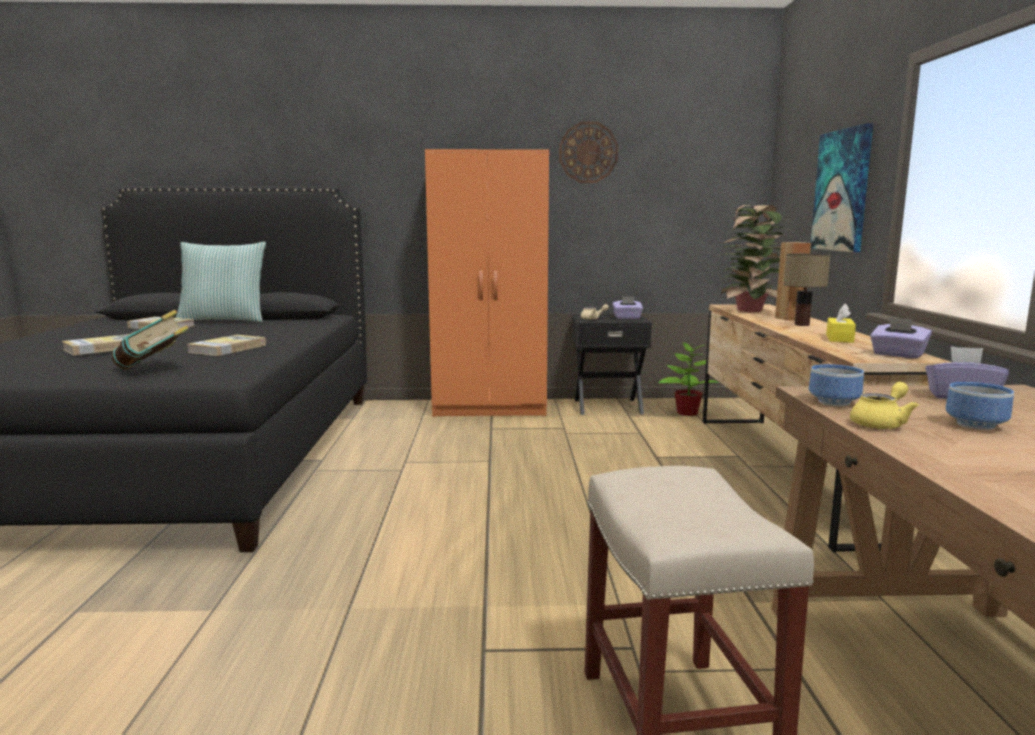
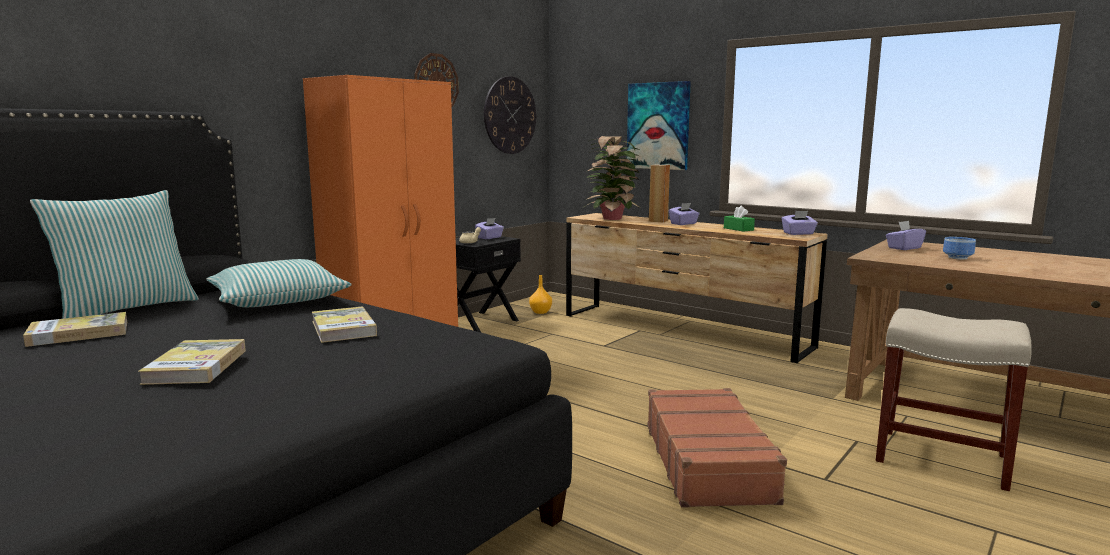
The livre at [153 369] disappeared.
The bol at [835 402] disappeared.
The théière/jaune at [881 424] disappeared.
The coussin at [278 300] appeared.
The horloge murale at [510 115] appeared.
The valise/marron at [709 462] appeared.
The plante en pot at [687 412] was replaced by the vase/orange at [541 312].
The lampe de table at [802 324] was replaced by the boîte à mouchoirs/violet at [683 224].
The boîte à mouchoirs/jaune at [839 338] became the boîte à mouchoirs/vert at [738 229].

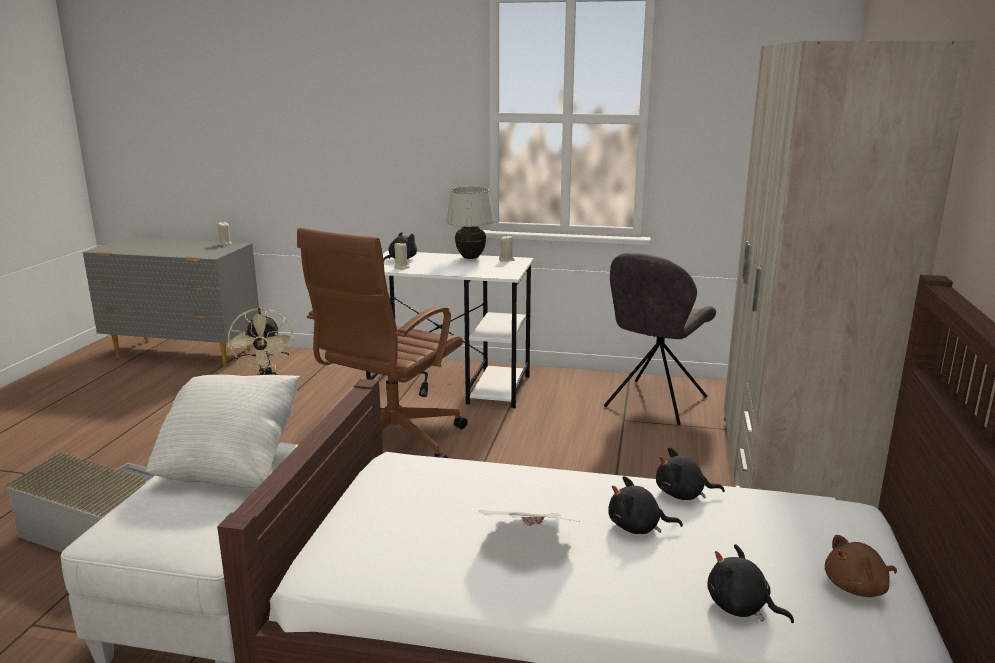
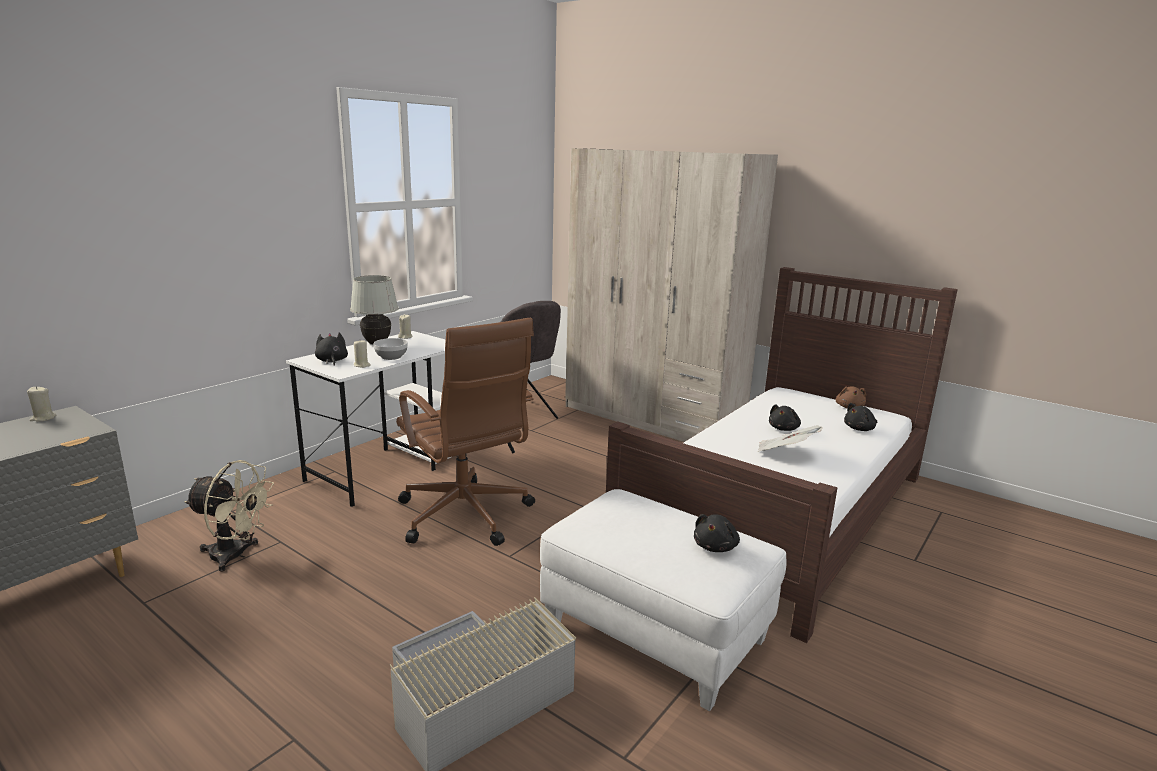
The coussin/blanc at [231 467] disappeared.
The bol at [391 357] appeared.
The peluche/noir moved from [683 494] to [716 547].

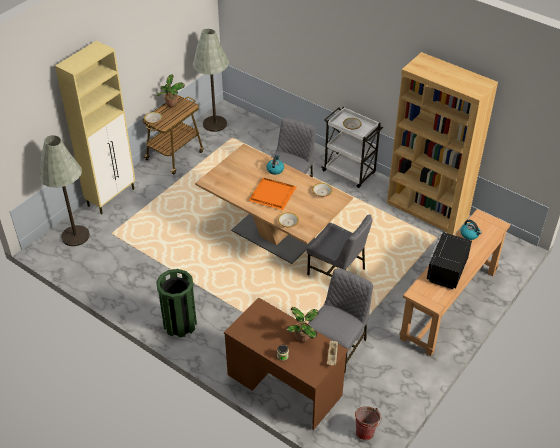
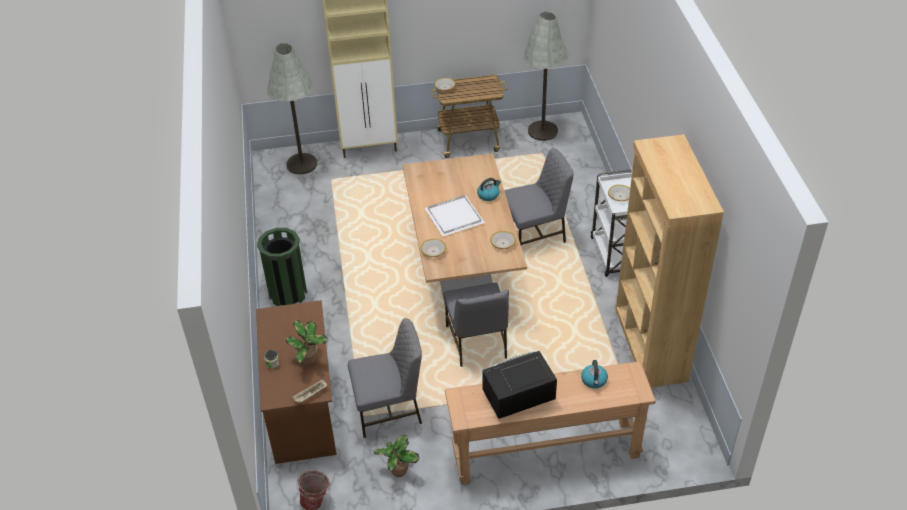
The plante en pot moved from [171 105] to [398 471].
The plateau/orange at [271 195] became the plateau/blanc at [453 216].

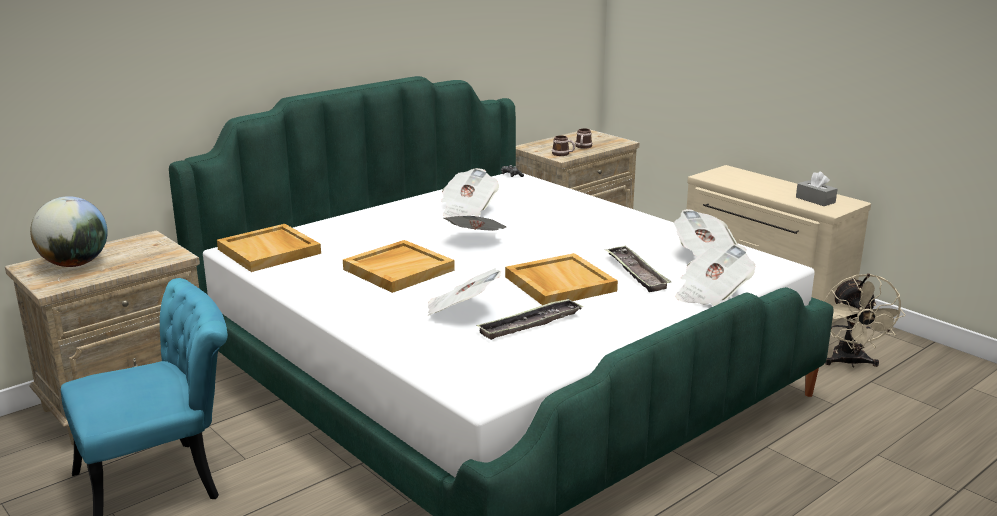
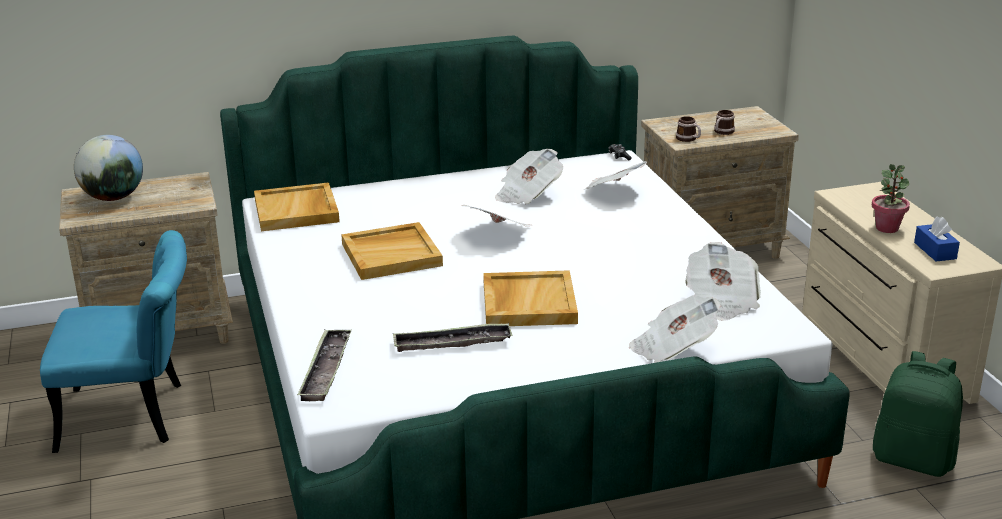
The plante en pot at [887 228] appeared.
The journal moved from [461 311] to [614 191].
The plateau moved from [636 273] to [326 370].
The ventilateur/beige at [850 363] was replaced by the sac à dos/vert at [913 459].
The boîte à mouchoirs/gris at [815 200] became the boîte à mouchoirs/bleu at [935 251].

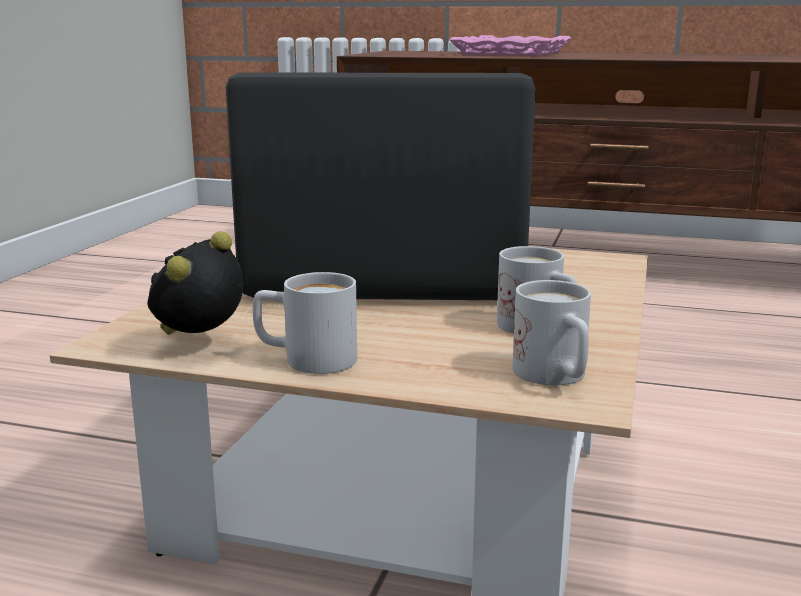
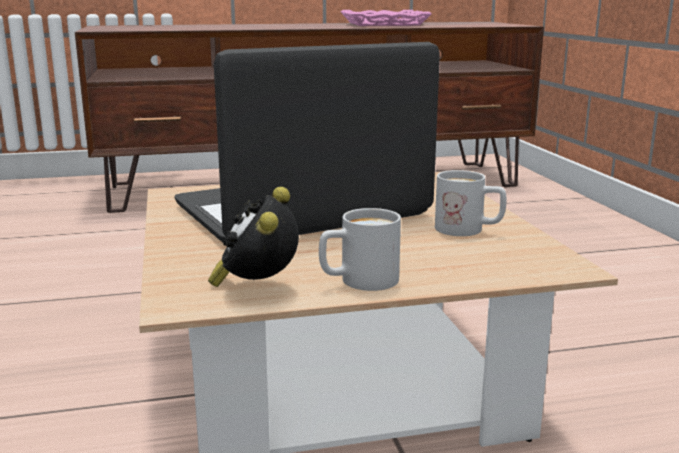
The mug/blanc at [556 378] disappeared.
The plateau/rose moved from [510 53] to [382 24].

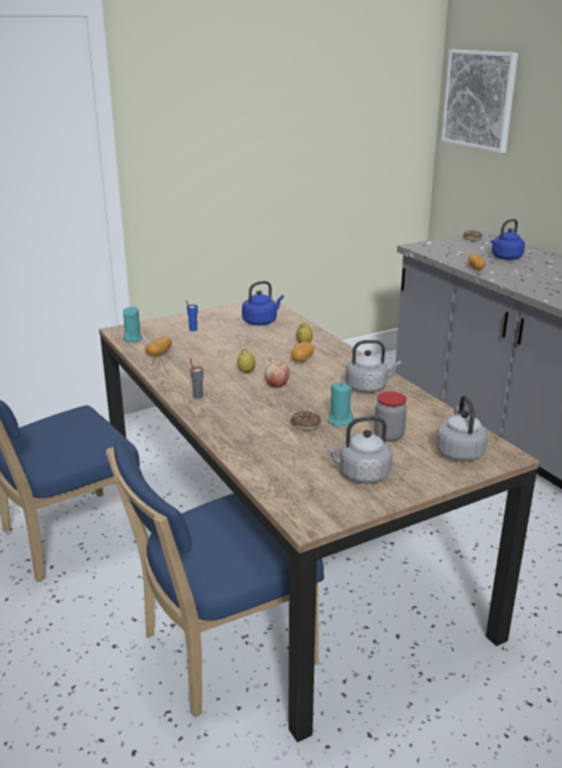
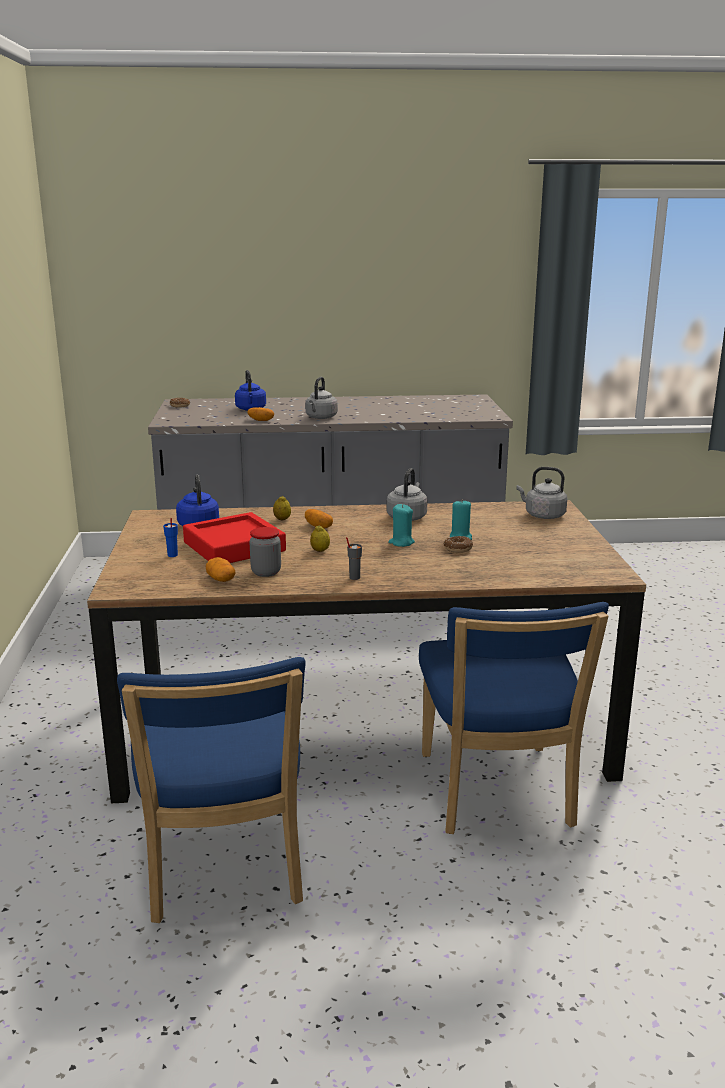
The pomme at [277 385] disappeared.
The tableau at [479 100] disappeared.
The plateau/rouge at [234 546] appeared.
The bougie/turquoise moved from [132 338] to [401 543].
The bouilloire/gris moved from [361 475] to [320 417].
The bocal moved from [389 436] to [266 572].

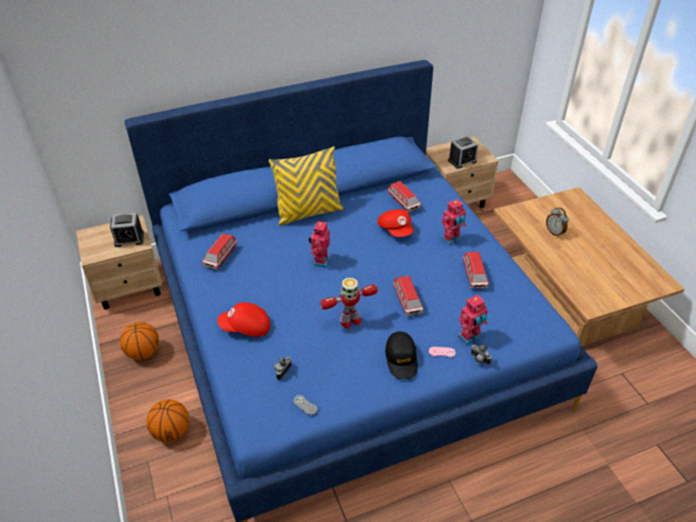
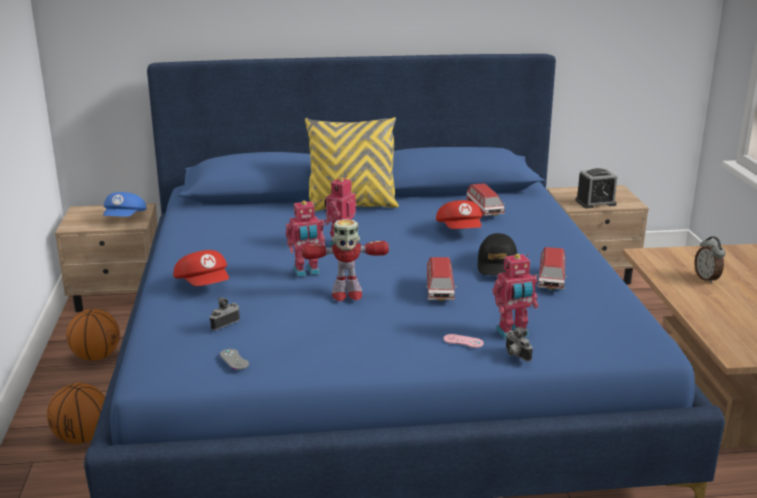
The petite voiture at [220 257] disappeared.
The casquette/noir moved from [401 359] to [497 265].
The robot jouet moved from [451 239] to [306 272].
The réveil at [129 239] was replaced by the casquette/bleu at [125 219].
The casquette/rouge at [246 328] turned 135 degrees counterclockwise.

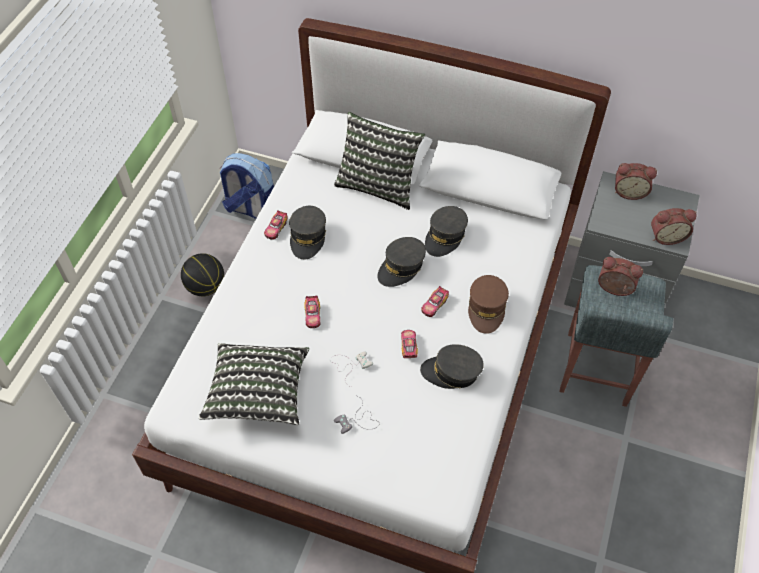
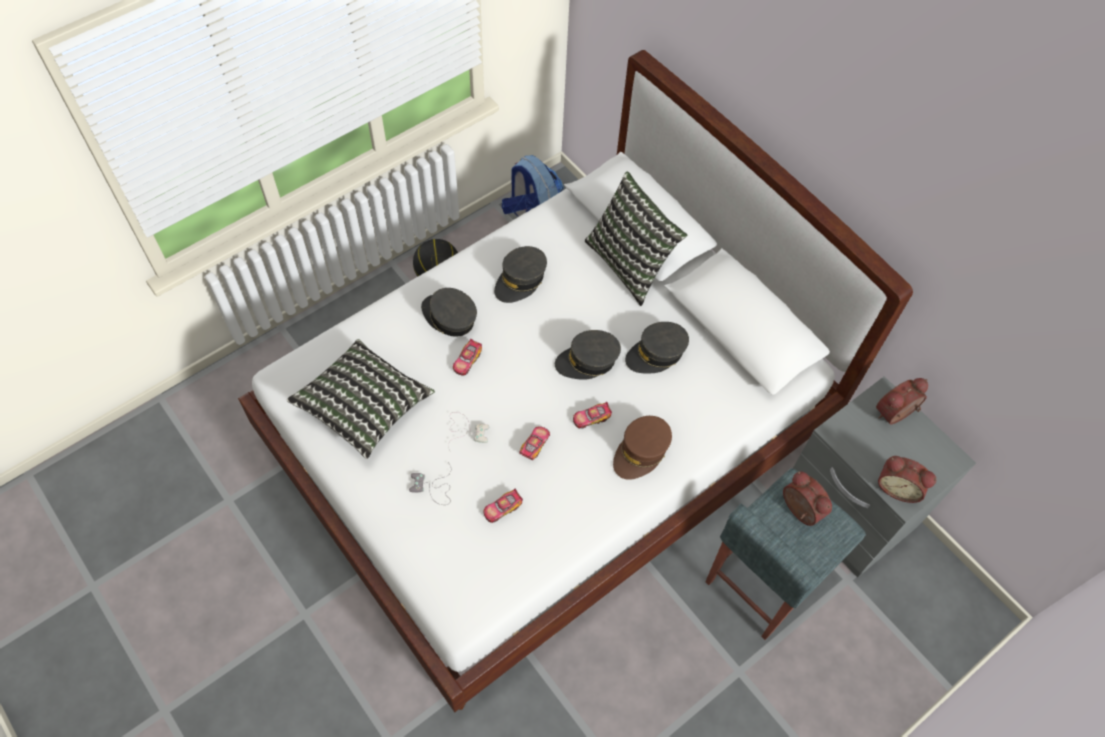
The petite voiture moved from [276 228] to [502 508].
The casquette/gris moved from [452 372] to [449 317].
The réveil at [629 191] turned 105 degrees clockwise.

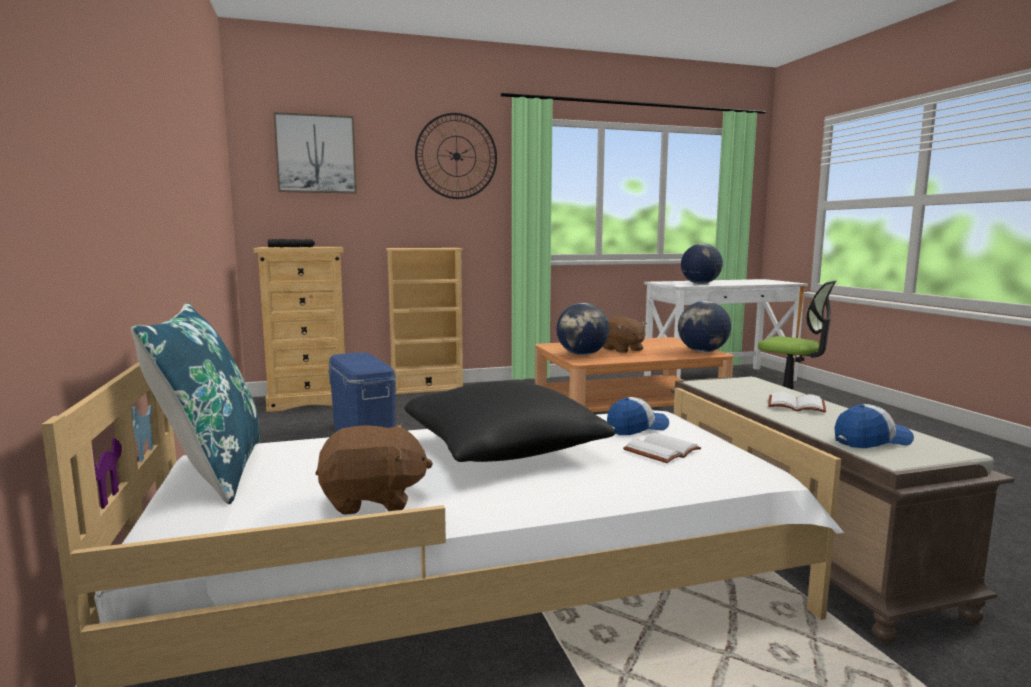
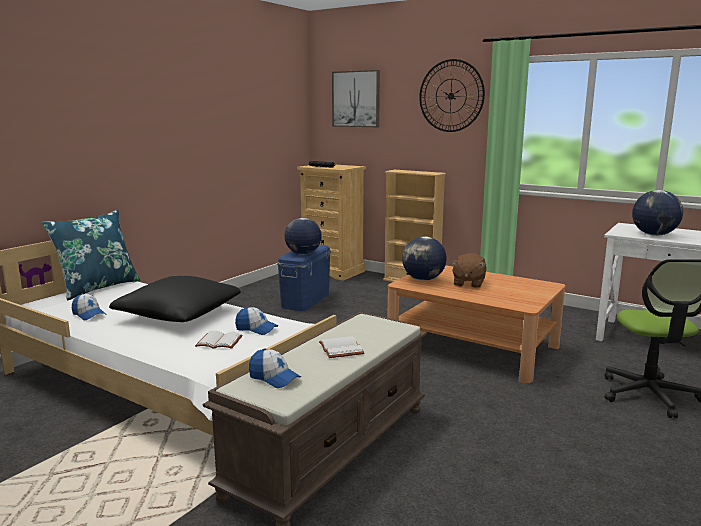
The globe moved from [703 351] to [303 254].
The peluche/marron at [373 500] was replaced by the casquette at [89 314].

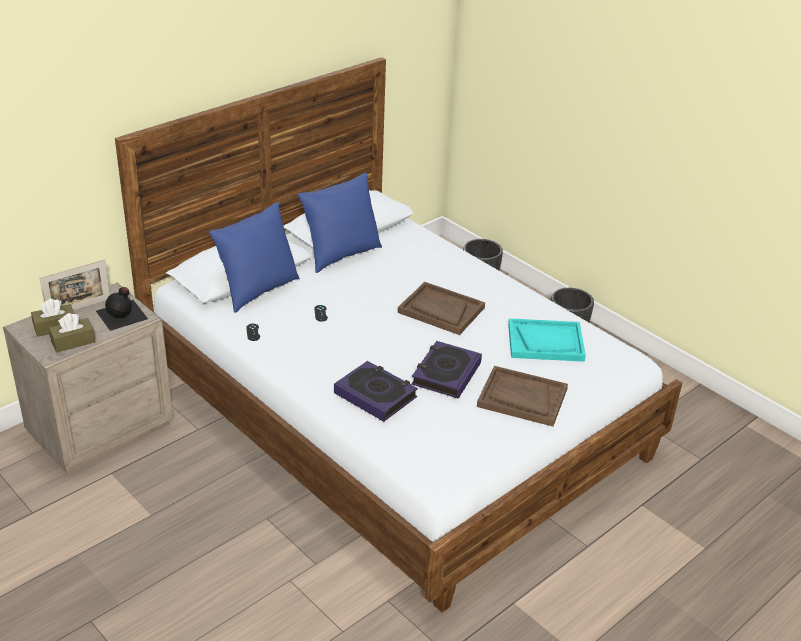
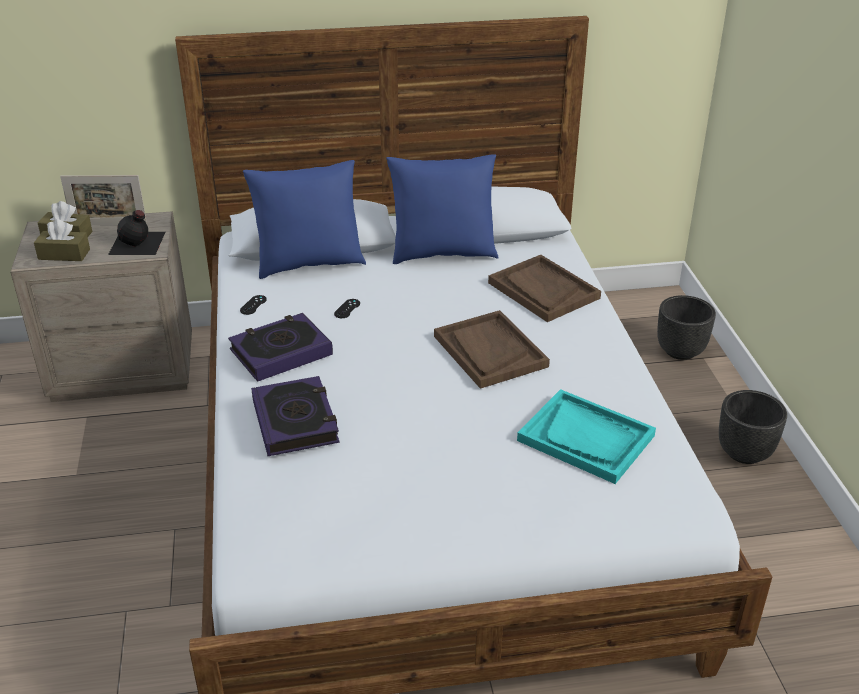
The livre moved from [446 374] to [281 352].
The plateau/marron moved from [522 398] to [543 290].

